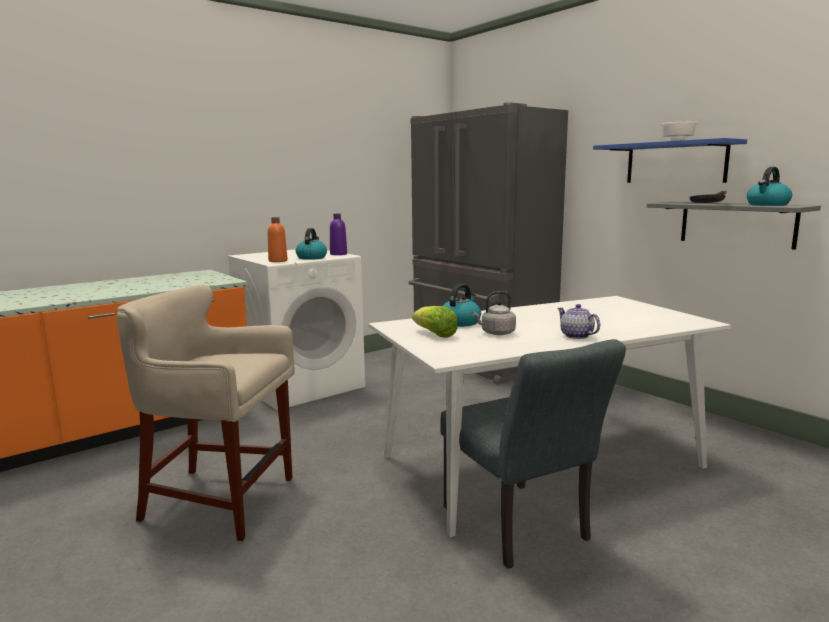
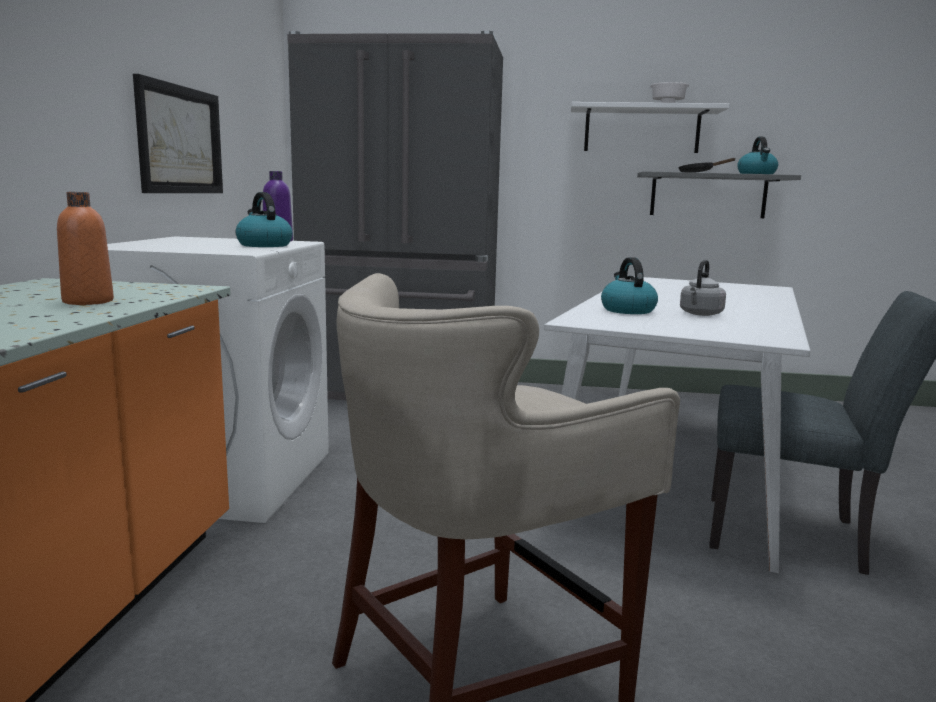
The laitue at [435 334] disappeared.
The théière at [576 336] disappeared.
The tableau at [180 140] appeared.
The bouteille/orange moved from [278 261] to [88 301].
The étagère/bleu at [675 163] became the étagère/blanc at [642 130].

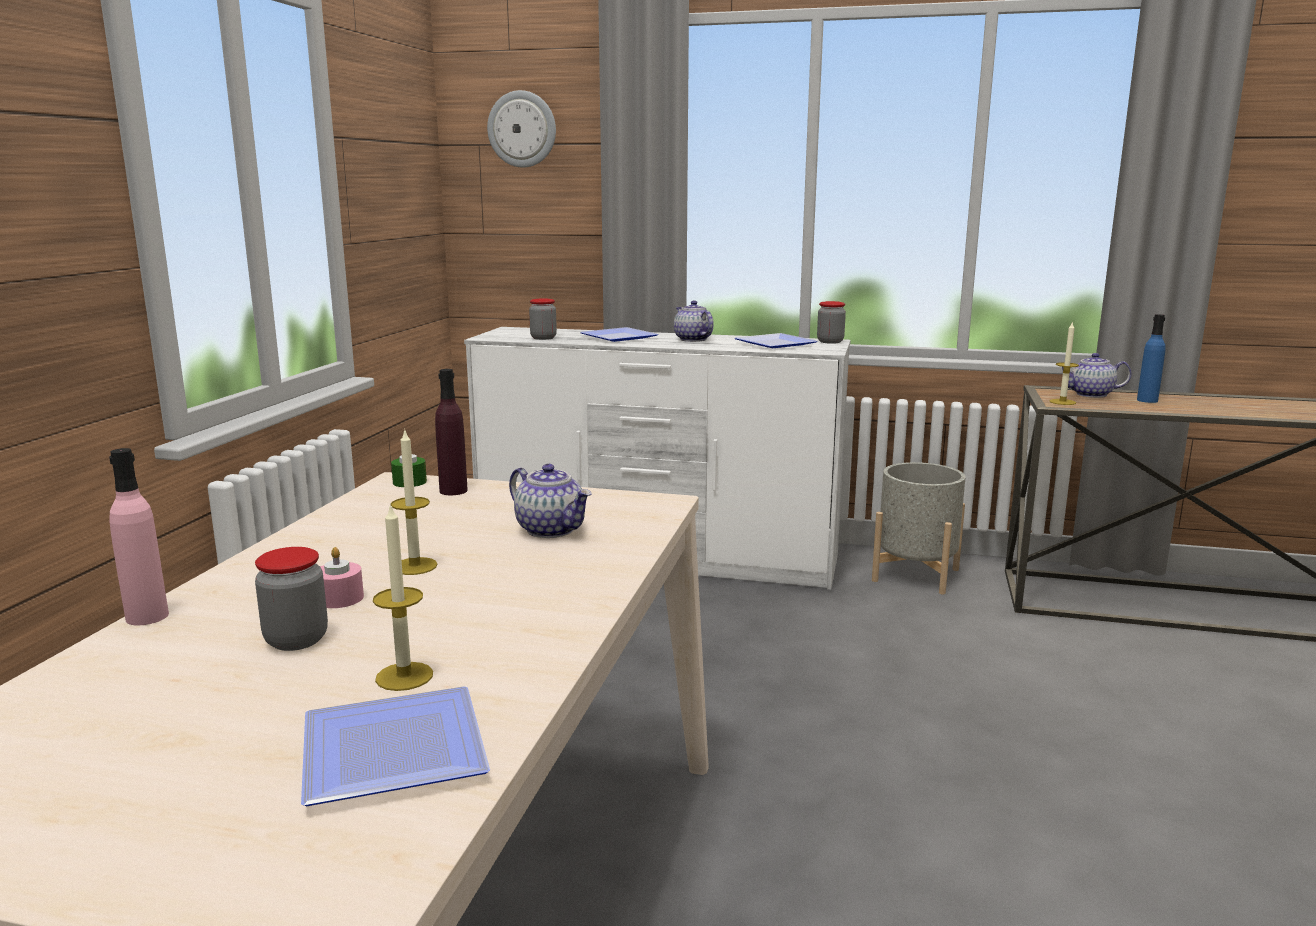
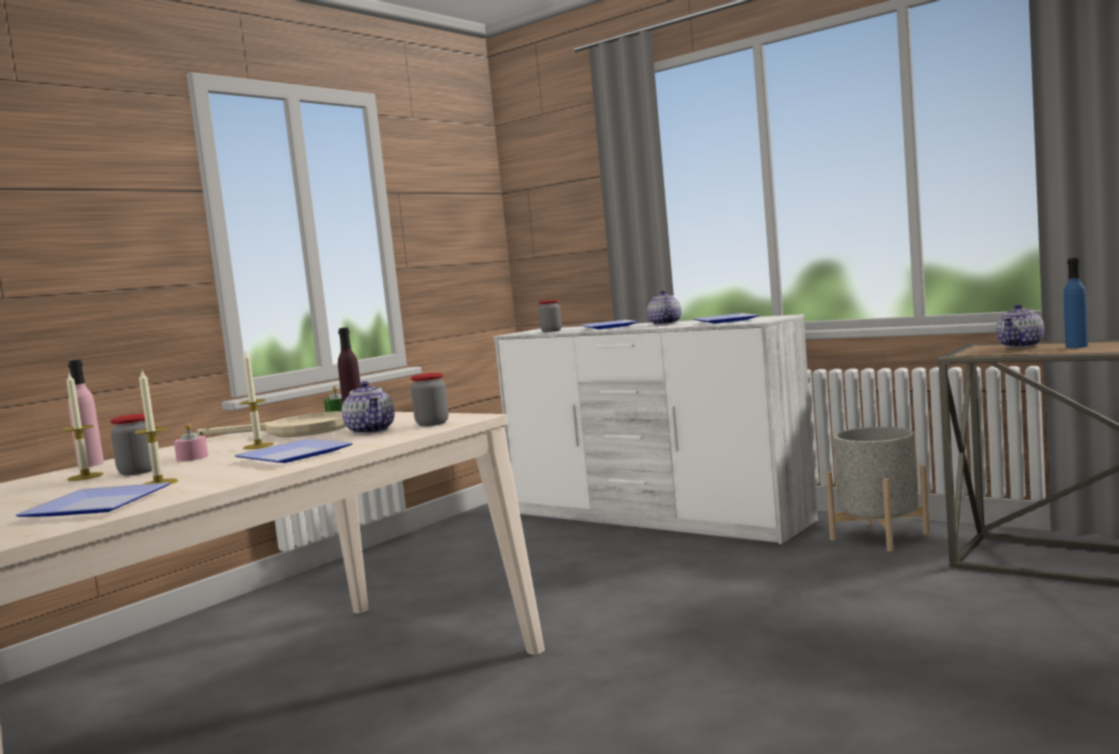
The horloge murale at [522 129] disappeared.
The poêle/beige at [297 431] appeared.
The assiette at [293 456] appeared.
The bocal moved from [830 341] to [432 423].
The bougie moved from [1062 402] to [85 477].
The théière at [1090 394] turned 75 degrees counterclockwise.

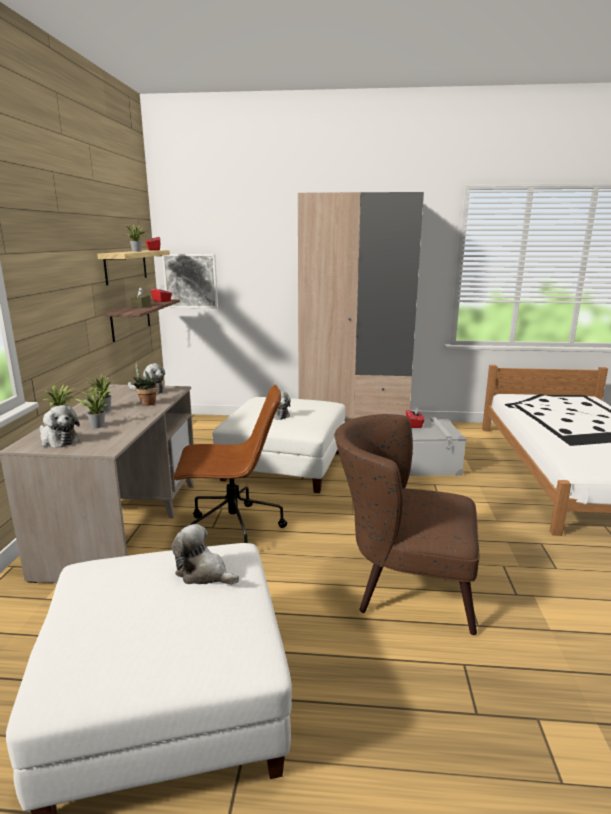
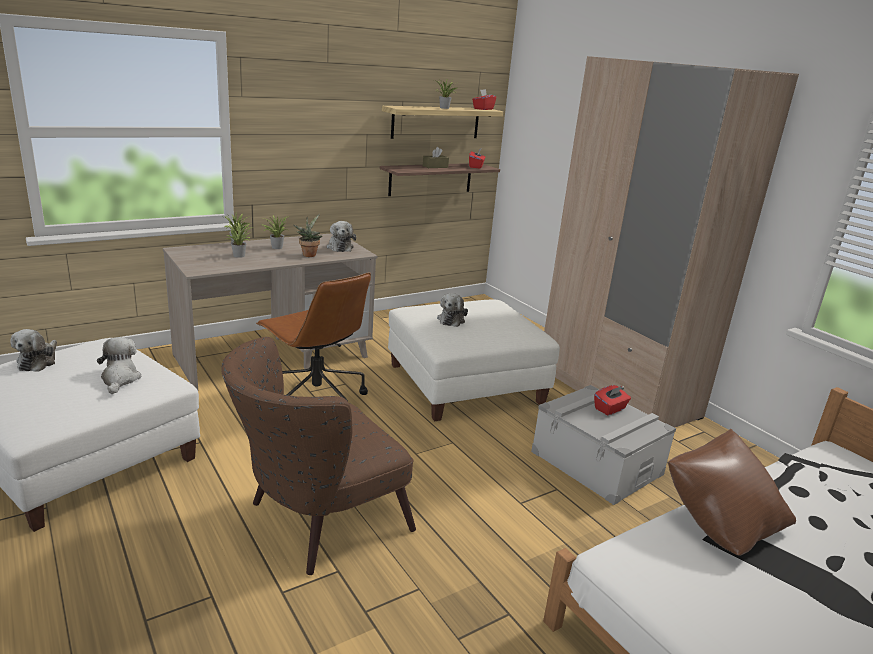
The tableau at [191 281] disappeared.
The coussin/marron at [720 522] appeared.
The peluche moved from [58 440] to [38 361].
The fauteuil/marron at [403 583] turned 105 degrees counterclockwise.

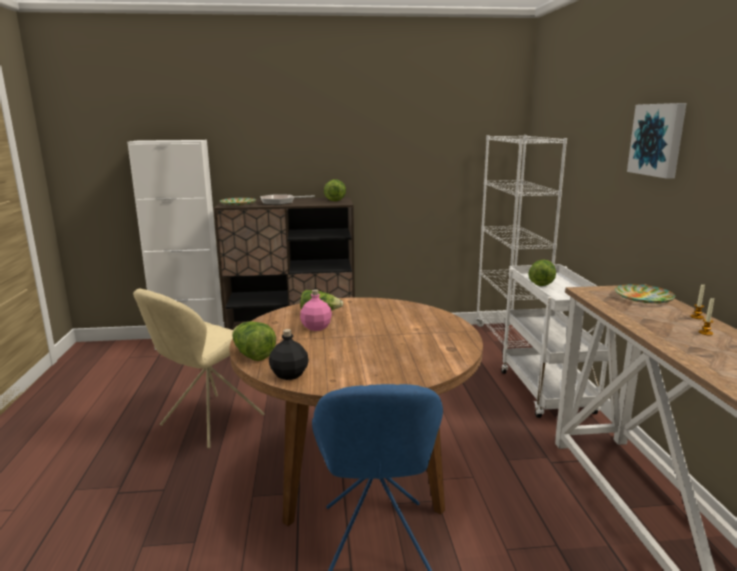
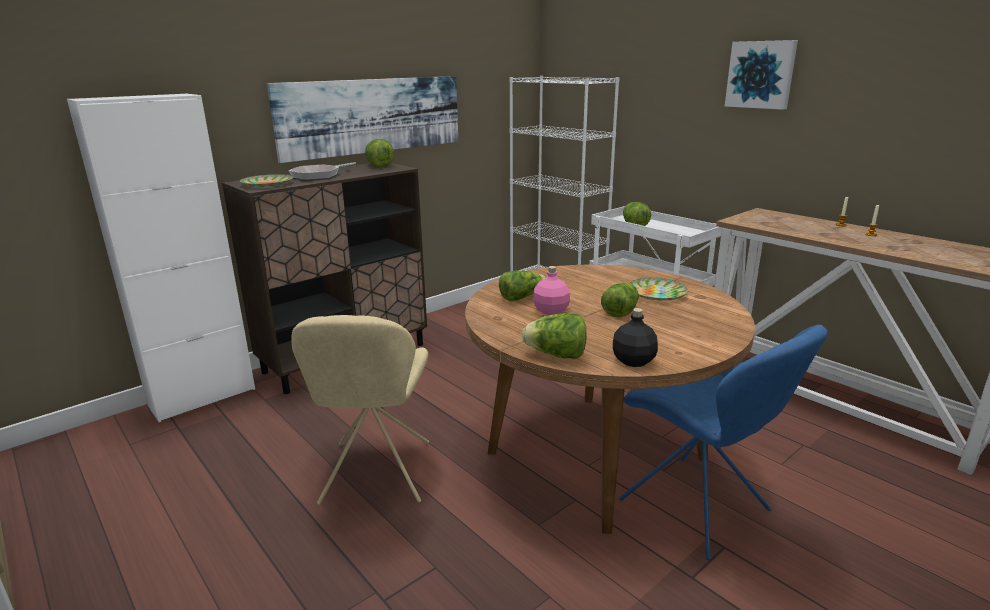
The tableau at [372 115] appeared.
The laitue at [620 311] appeared.
The assiette moved from [644 298] to [657 293].

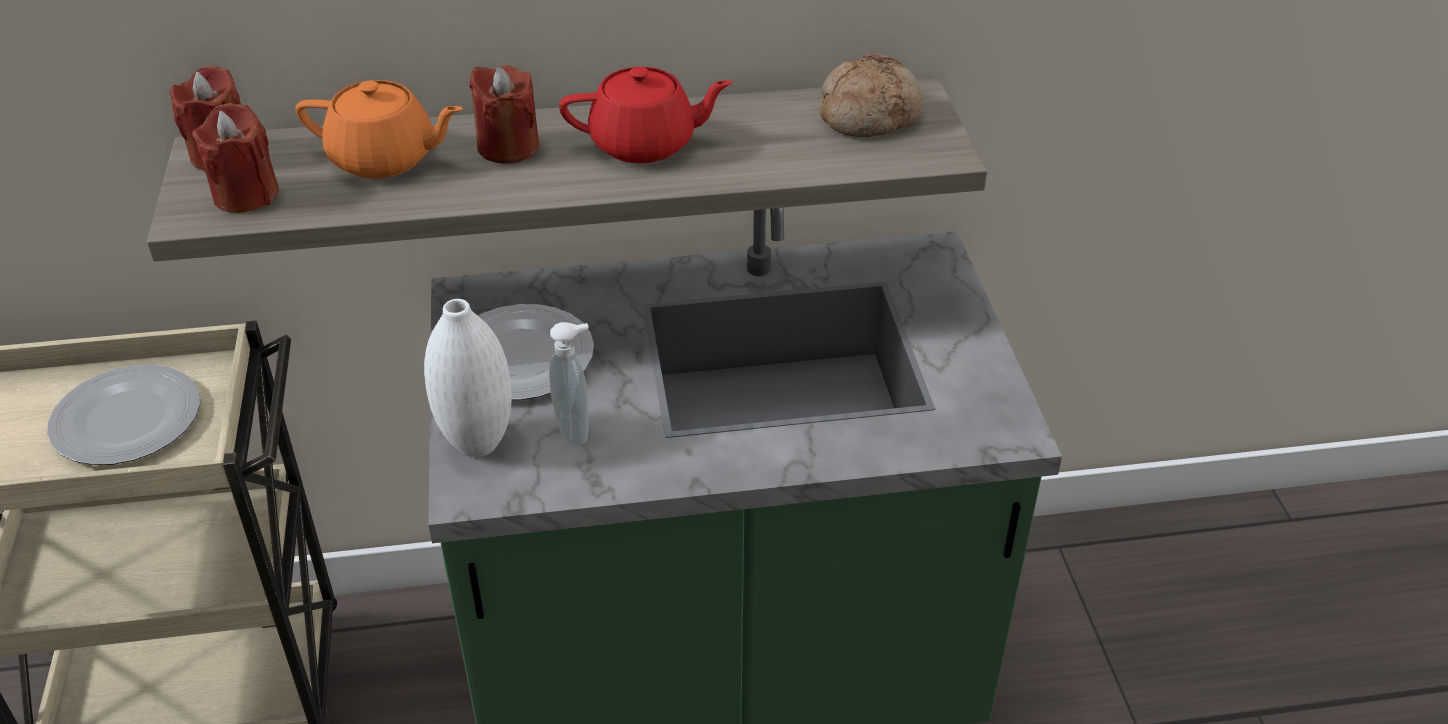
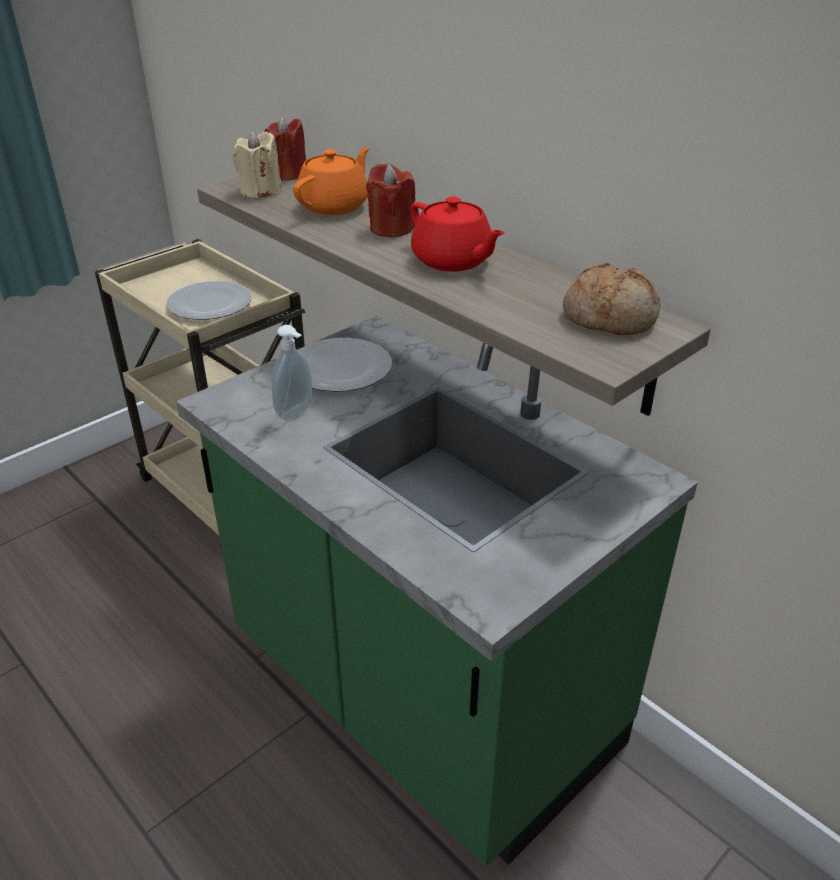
The vase/blanc at [478 444] disappeared.
The bougie/rouge at [246 194] became the bougie/beige at [260 191].
The théière/orange at [385 159] turned 120 degrees counterclockwise.

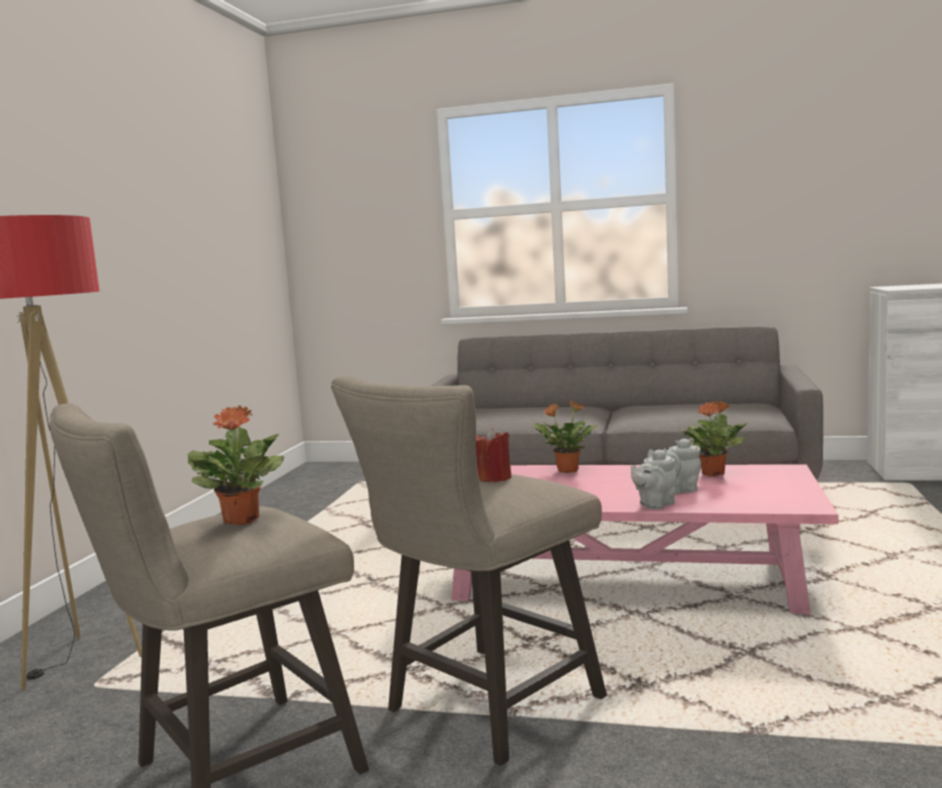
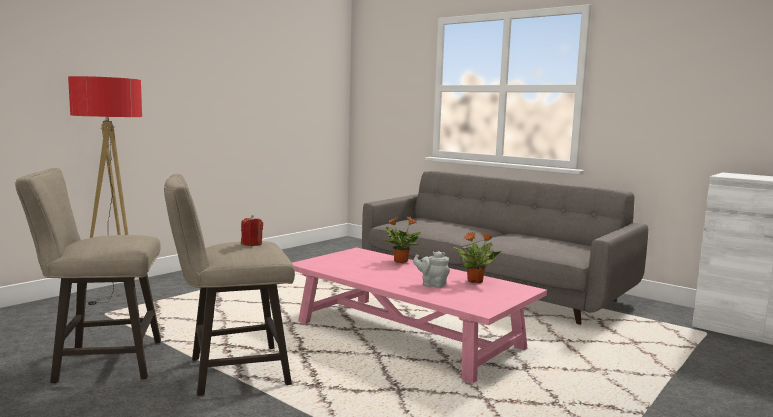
The plante en pot at [242 519] disappeared.
The théière/gris at [654 504] disappeared.

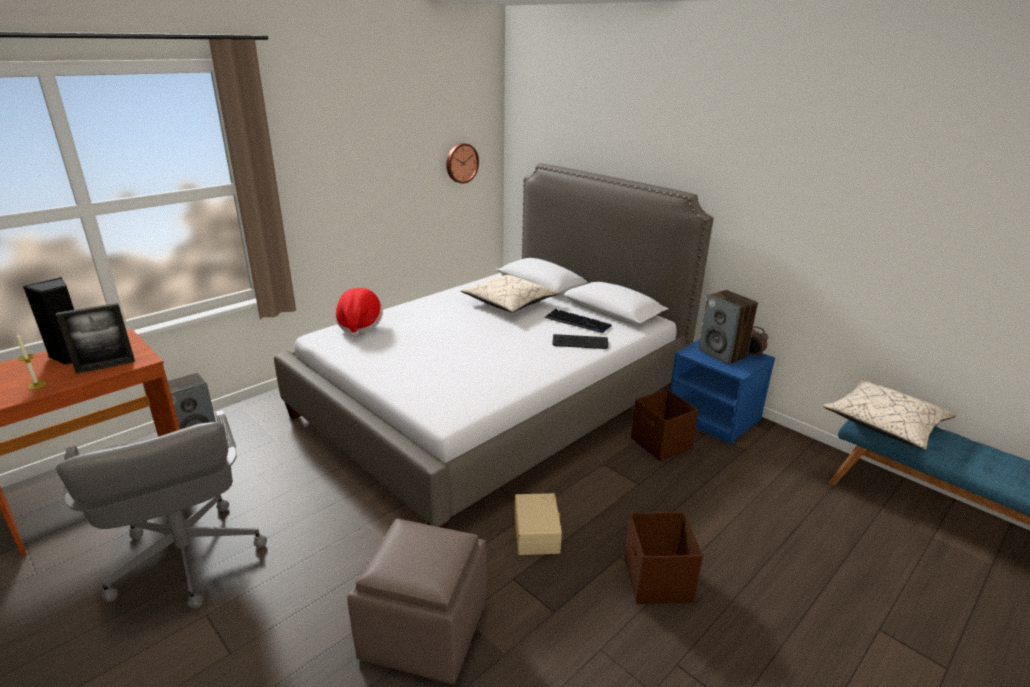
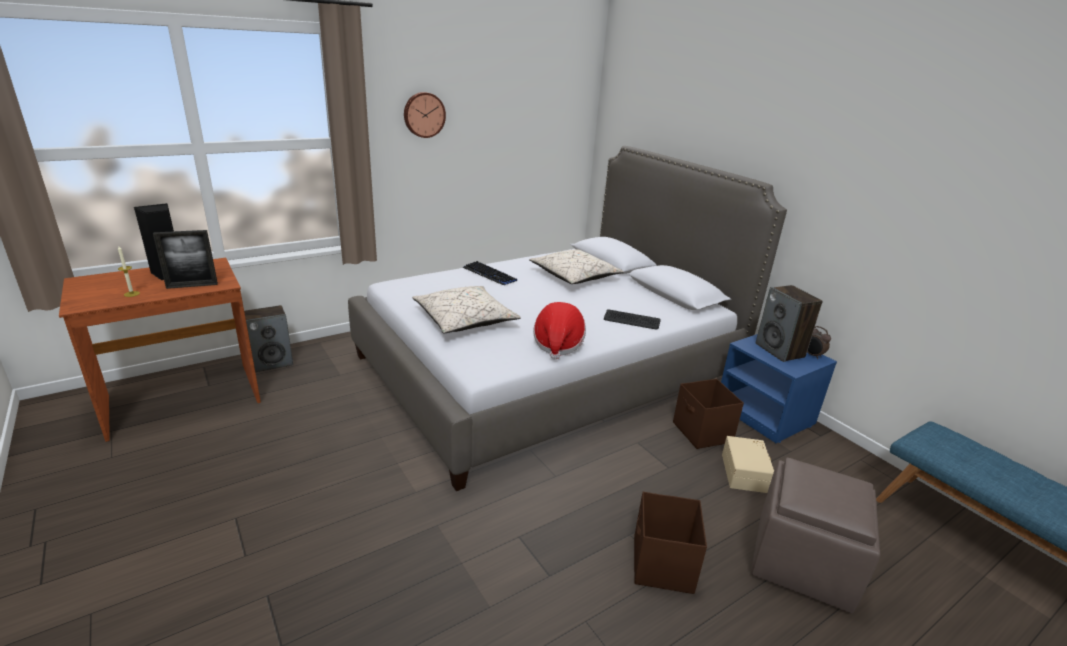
The chaise de bureau/gris at [185 559] disappeared.
The chapeau moved from [359 325] to [557 344].
The pouf/marron moved from [423 631] to [801 563].
The horloge murale moved from [461 163] to [424 115].
The boîte de rangement/beige moved from [538 533] to [746 473].
The clavier moved from [577 322] to [489 274].
The coussin/beige moved from [884 424] to [464 320].

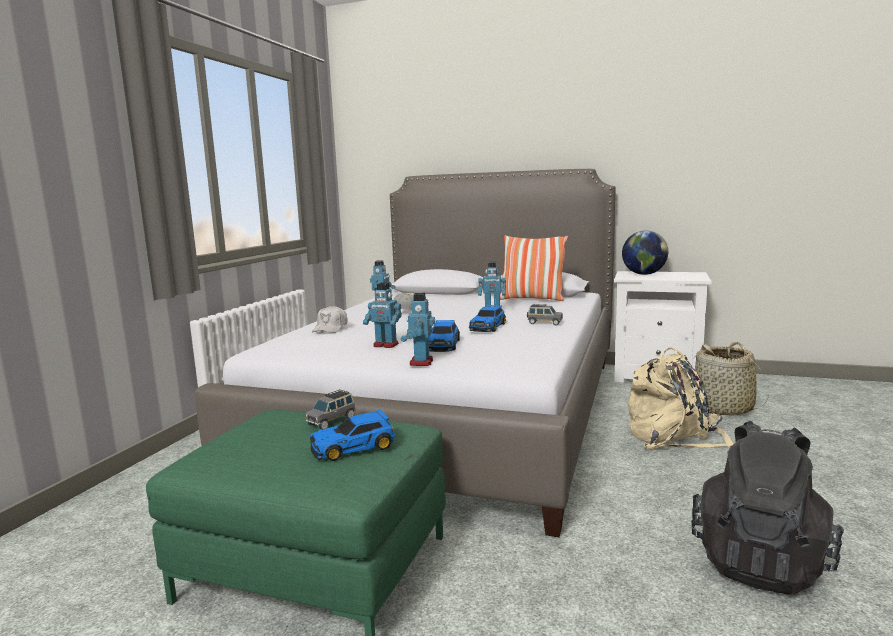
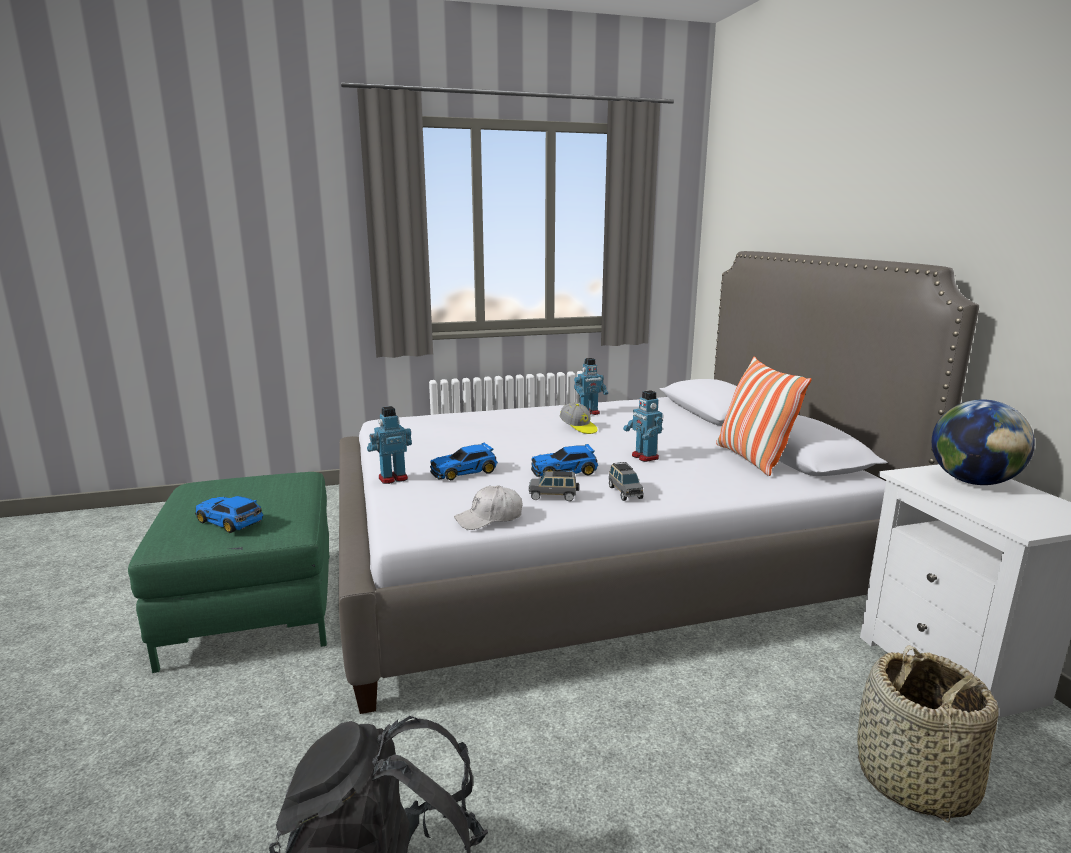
The robot jouet at [385 345] disappeared.
The sac à dos/beige at [674 437] disappeared.
The petite voiture/gris moved from [332 421] to [553 496].
The casquette/blanc moved from [330 328] to [489 518].

